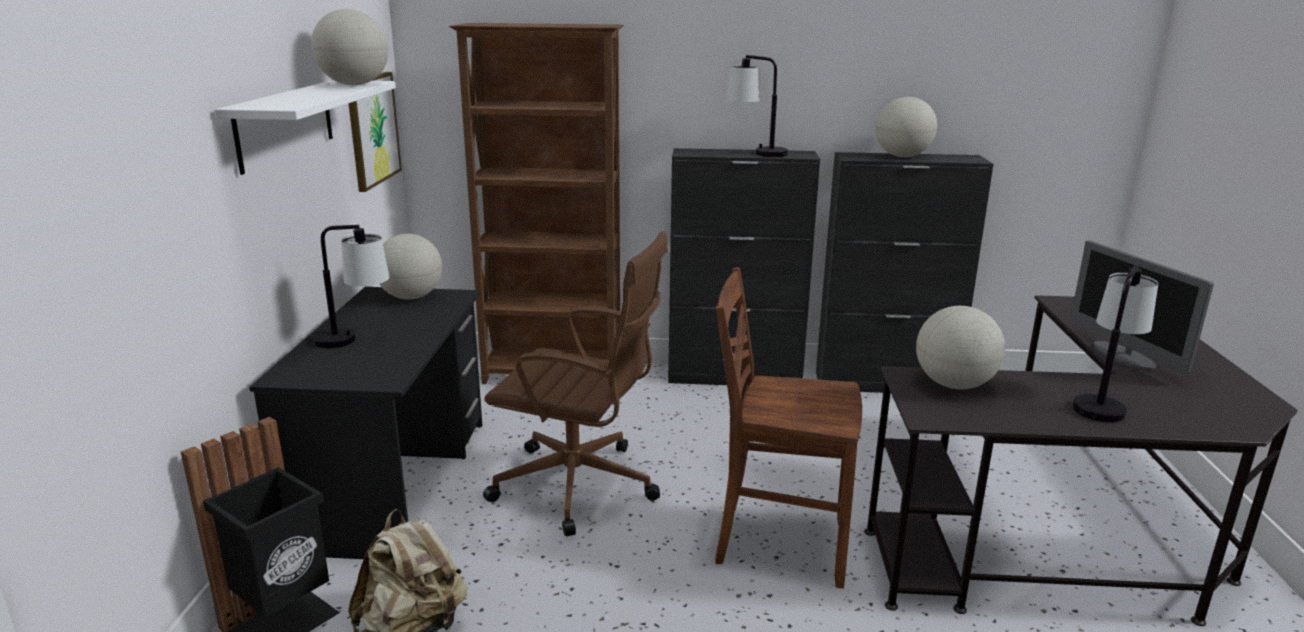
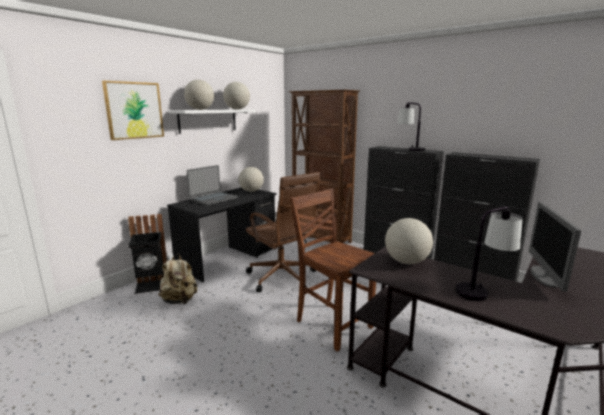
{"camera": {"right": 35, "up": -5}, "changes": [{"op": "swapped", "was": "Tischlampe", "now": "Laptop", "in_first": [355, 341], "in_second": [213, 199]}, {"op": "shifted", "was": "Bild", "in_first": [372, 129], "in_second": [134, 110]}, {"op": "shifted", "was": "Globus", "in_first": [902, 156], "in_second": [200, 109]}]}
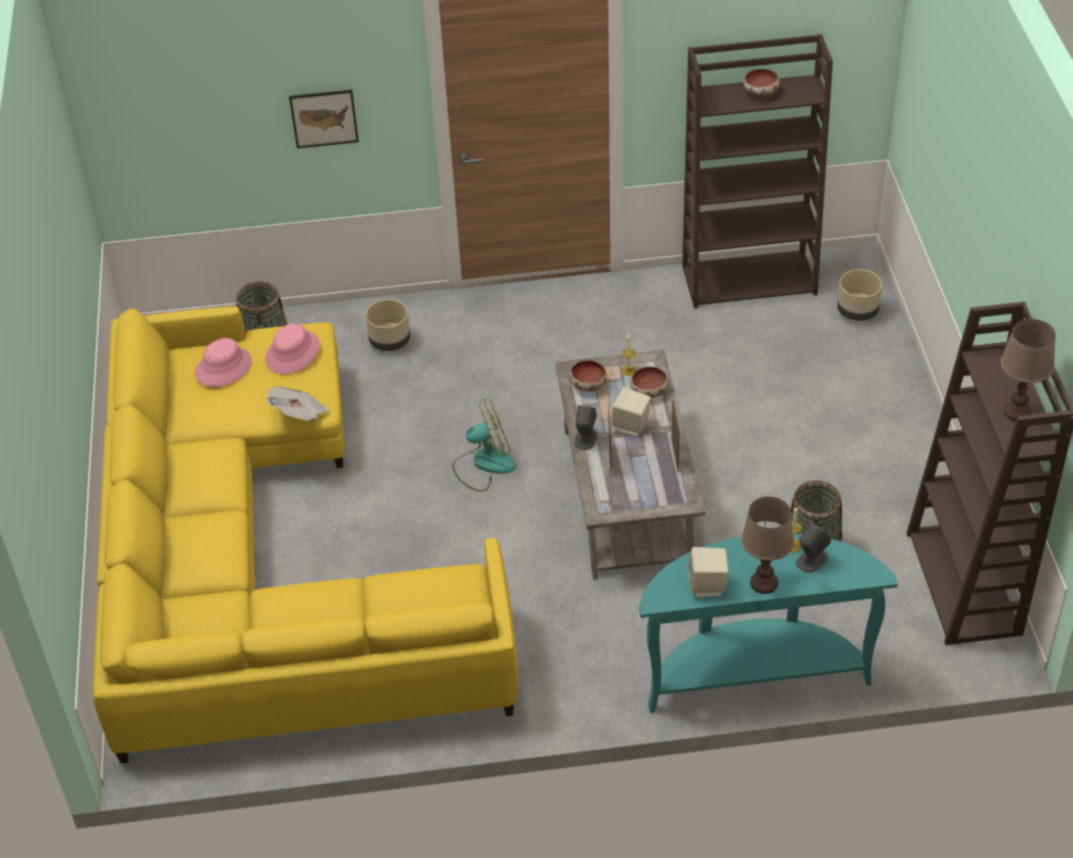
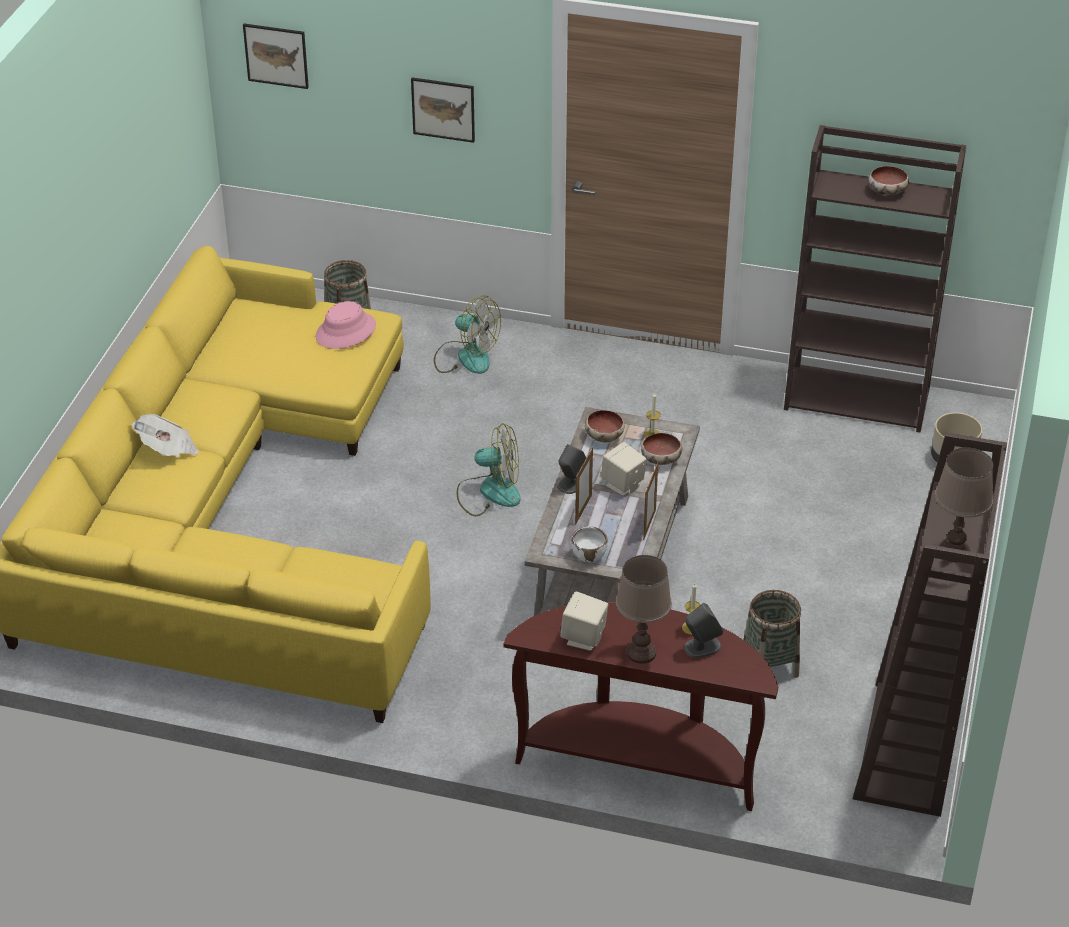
{"camera": {"right": 20, "up": -5}, "changes": [{"op": "gone", "was": "Hut (rosa)", "in_first": [223, 367]}, {"op": "shifted", "was": "Zeitung", "in_first": [299, 414], "in_second": [168, 449]}, {"op": "swapped", "was": "Pflanzkübel (beige)", "now": "Ventilator", "in_first": [390, 341], "in_second": [466, 357]}, {"op": "repainted", "was": "Konsolentisch (türkis)", "now": "Konsolentisch (braun)", "in_first": [754, 672], "in_second": [640, 761]}, {"op": "new", "now": "Bild", "in_second": [276, 55]}, {"op": "new", "now": "Schüssel (weiß)", "in_second": [589, 555]}]}
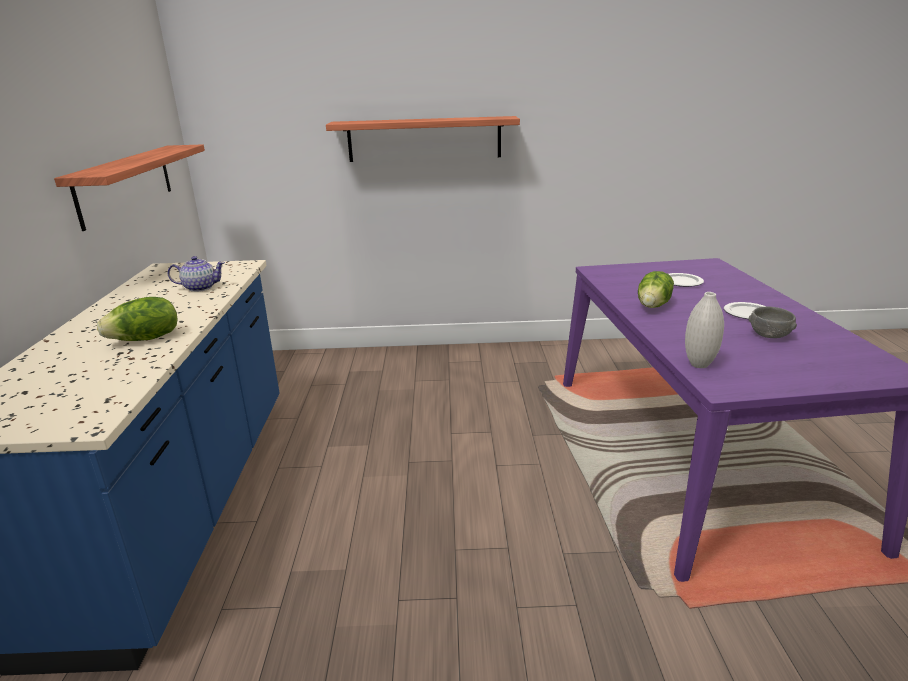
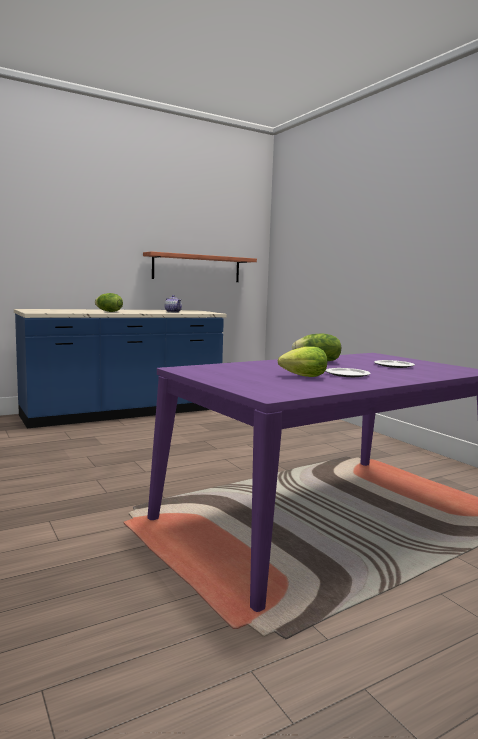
{"camera": {"right": 60, "up": -15}, "changes": [{"op": "gone", "was": "Wandregal", "in_first": [424, 139]}, {"op": "gone", "was": "Vase (weiß)", "in_first": [699, 364]}, {"op": "swapped", "was": "Schüssel (grau)", "now": "Salatkopf", "in_first": [769, 335], "in_second": [301, 376]}]}
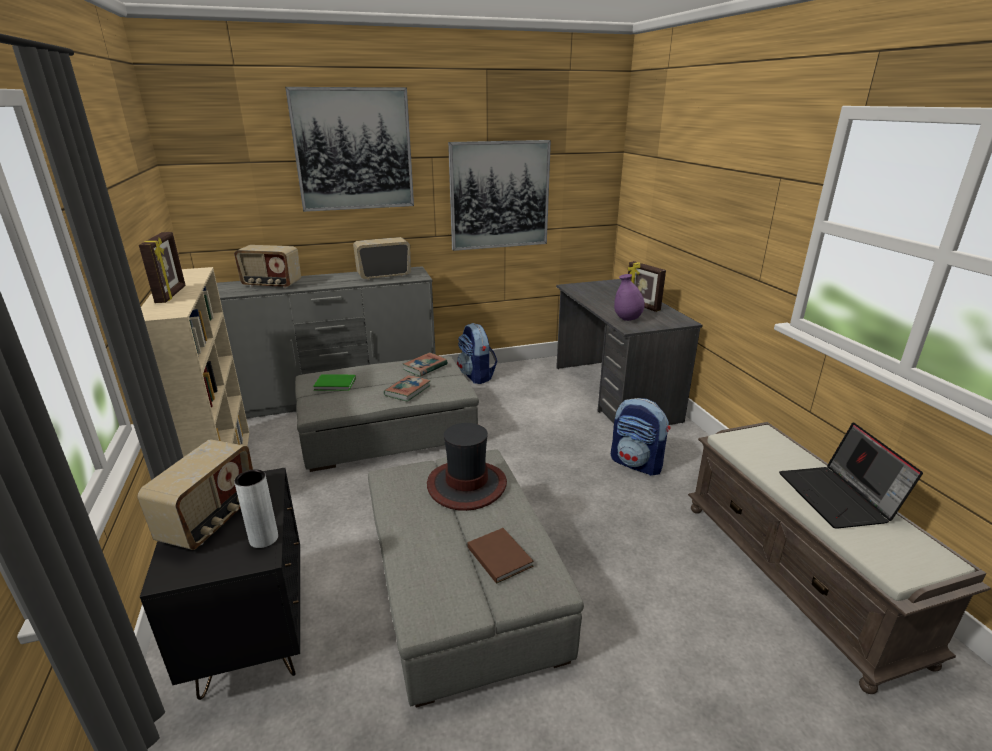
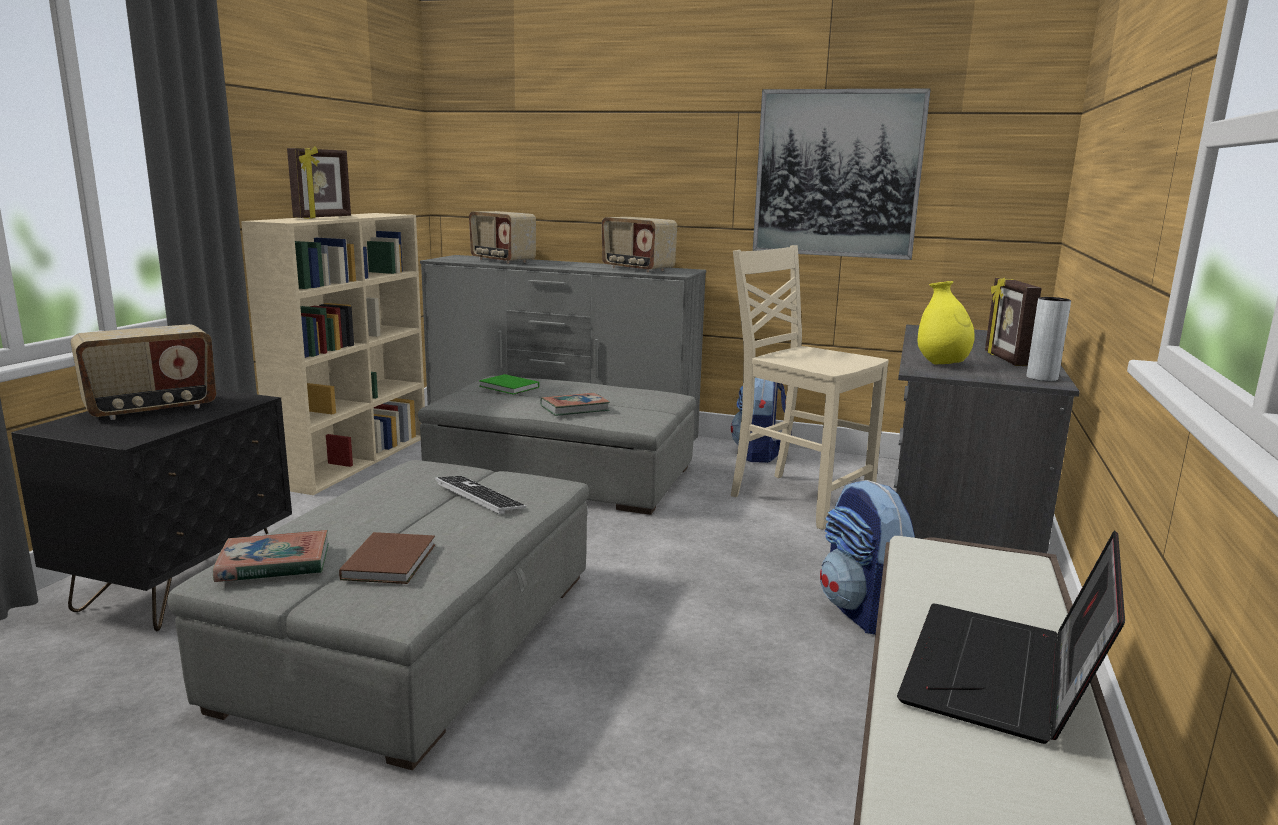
{"camera": {"right": 35, "up": -10}, "changes": [{"op": "shifted", "was": "Vase (grau)", "in_first": [263, 538], "in_second": [1042, 378]}, {"op": "gone", "was": "Bild", "in_first": [353, 150]}, {"op": "rotated", "was": "Radio", "in_first": [384, 276], "in_second": [637, 269], "clockwise": -150}, {"op": "shifted", "was": "Buch", "in_first": [425, 367], "in_second": [274, 564]}, {"op": "swapped", "was": "Hut", "now": "Tastatur", "in_first": [467, 485], "in_second": [479, 496]}, {"op": "repainted", "was": "Vase (lila)", "now": "Vase (gelb)", "in_first": [627, 319], "in_second": [942, 364]}, {"op": "new", "now": "Stuhl (beige)", "in_second": [798, 499]}]}
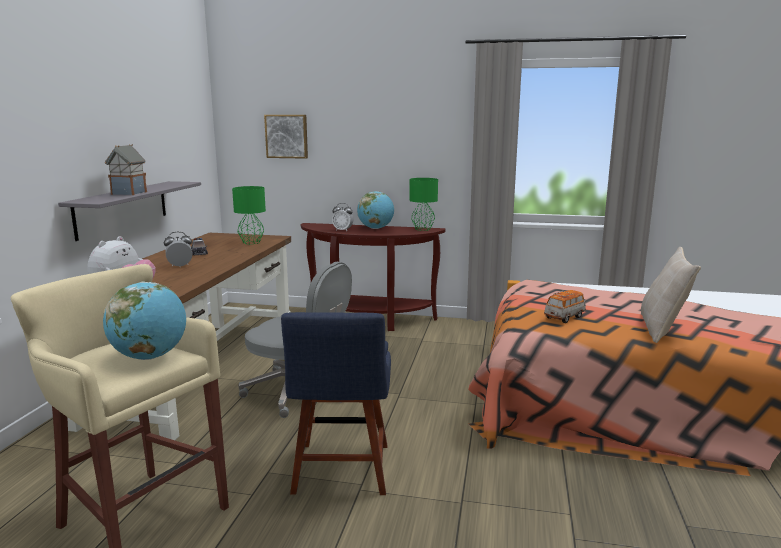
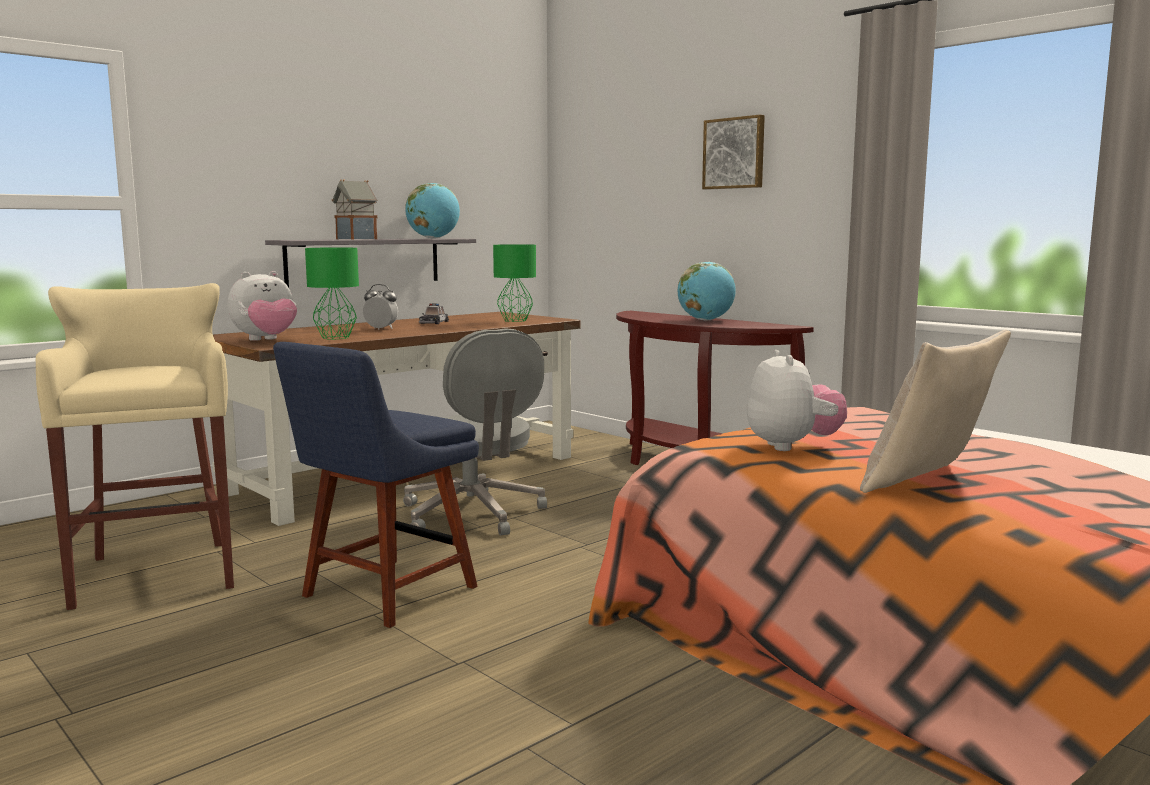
{"camera": {"right": 35, "up": -5}, "changes": [{"op": "shifted", "was": "Globus", "in_first": [150, 357], "in_second": [433, 238]}, {"op": "shifted", "was": "Bild", "in_first": [287, 136], "in_second": [735, 153]}, {"op": "gone", "was": "Wecker", "in_first": [343, 230]}, {"op": "shifted", "was": "Tischlampe (grün)", "in_first": [422, 229], "in_second": [335, 337]}, {"op": "swapped", "was": "Spielzeugauto", "now": "Plüschtier", "in_first": [564, 317], "in_second": [792, 446]}]}
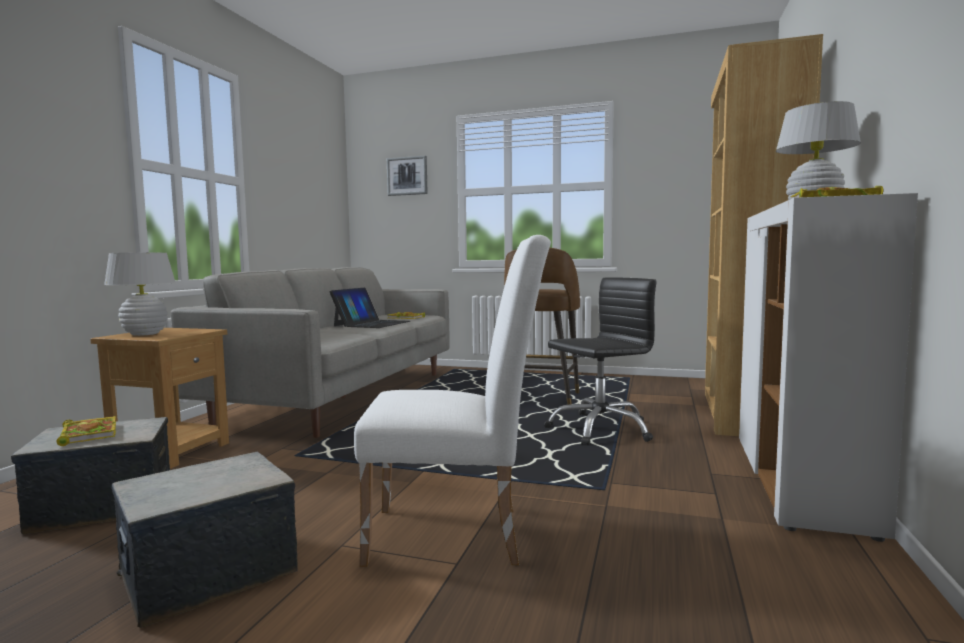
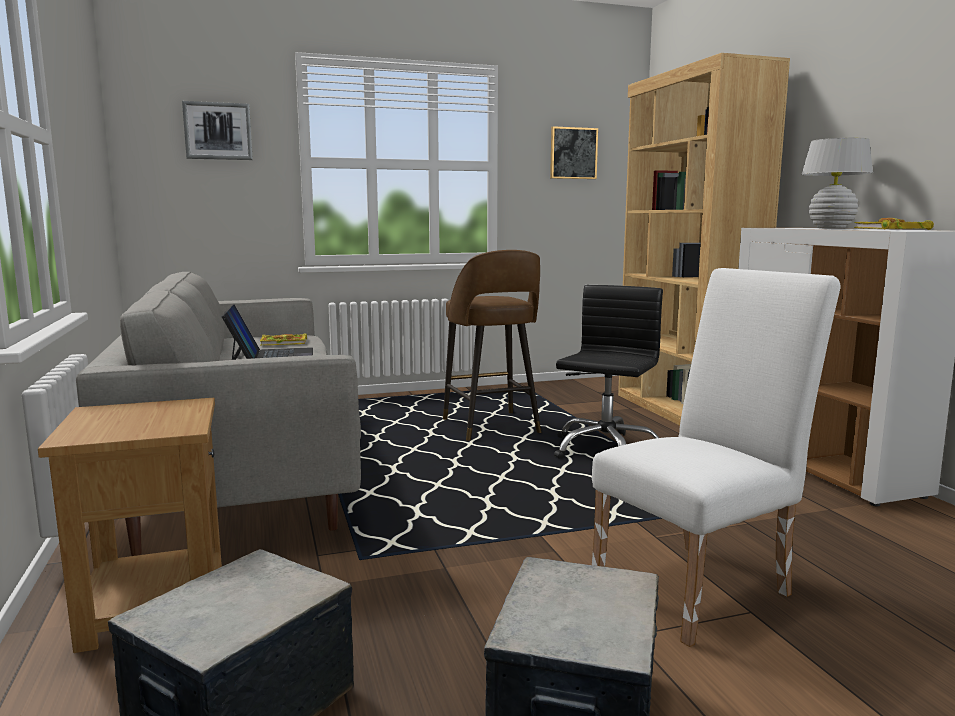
{"camera": {"right": -35, "up": 5}, "changes": [{"op": "gone", "was": "Buch", "in_first": [88, 434]}, {"op": "gone", "was": "Tischlampe (weiß)", "in_first": [145, 334]}, {"op": "new", "now": "Bild", "in_second": [573, 153]}]}
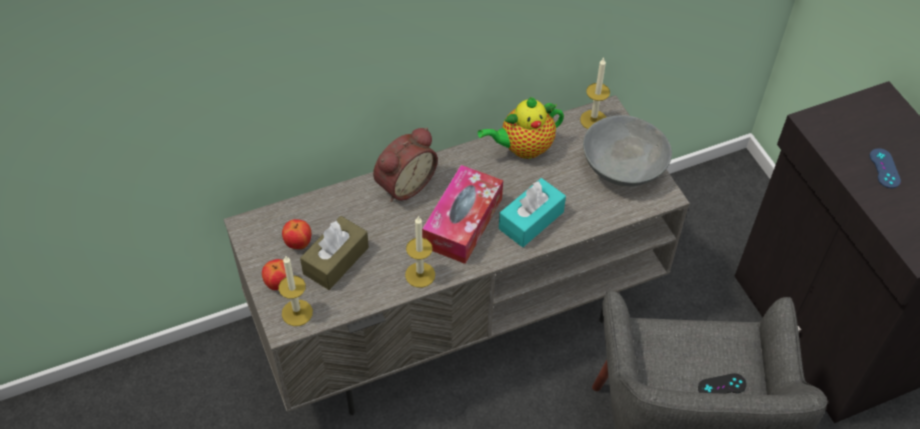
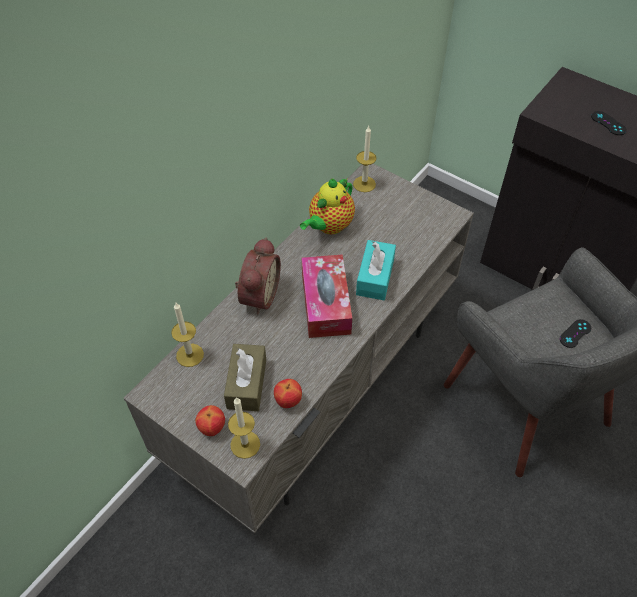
{"camera": {"right": -30, "up": 0}, "changes": [{"op": "shifted", "was": "Apfel", "in_first": [298, 244], "in_second": [288, 401]}, {"op": "shifted", "was": "Kerze", "in_first": [420, 275], "in_second": [190, 355]}, {"op": "gone", "was": "Schüssel (grau)", "in_first": [622, 168]}, {"op": "repainted", "was": "Gamepad (blau)", "now": "Gamepad (schwarz)", "in_first": [884, 168], "in_second": [608, 123]}]}
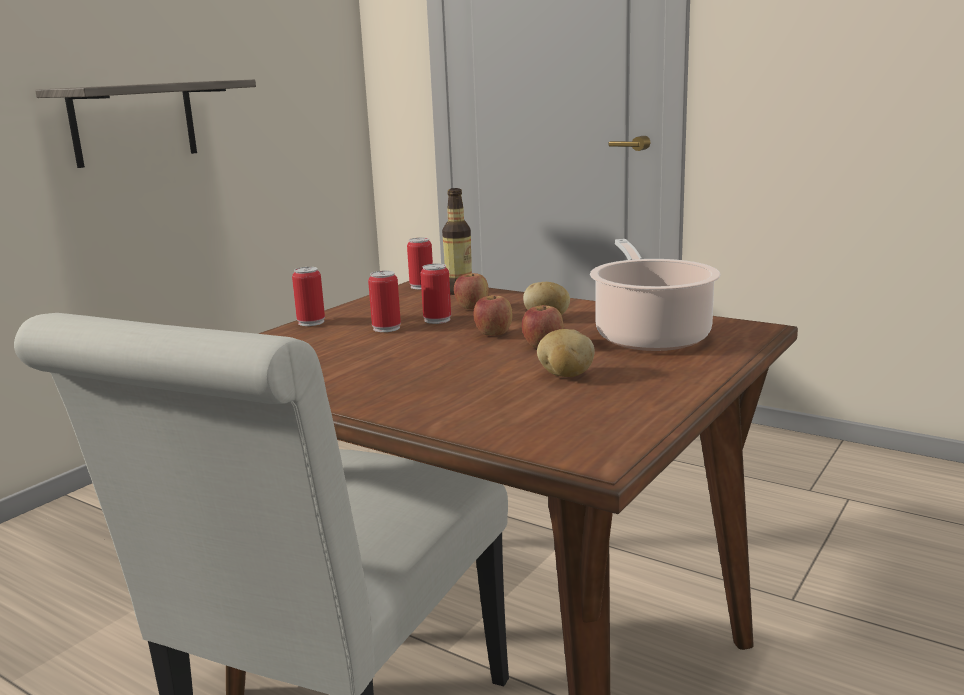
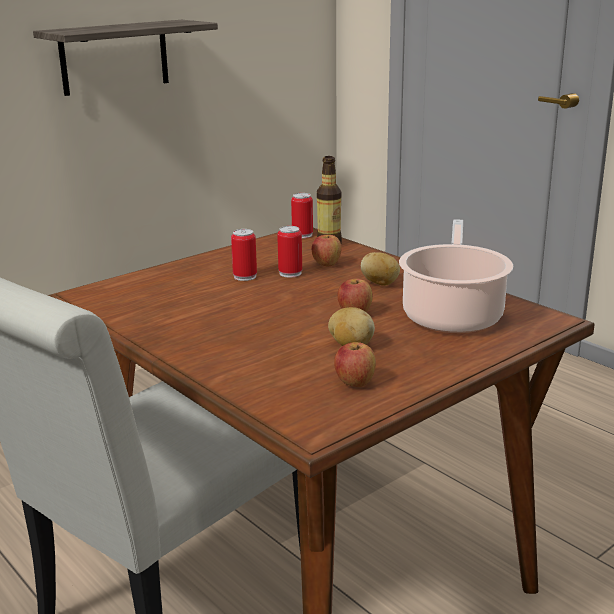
{"camera": {"right": 15, "up": 5}, "changes": [{"op": "gone", "was": "Dose", "in_first": [311, 322]}, {"op": "shifted", "was": "Apfel", "in_first": [493, 334], "in_second": [354, 383]}]}
